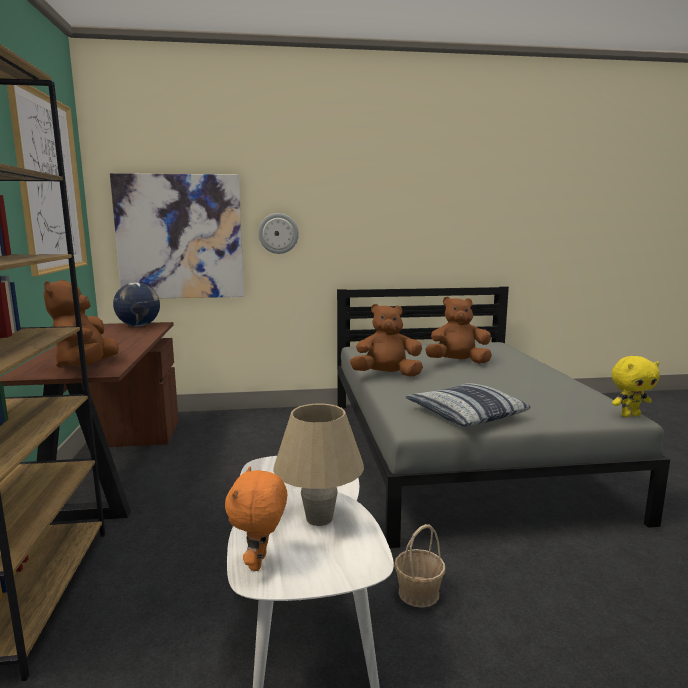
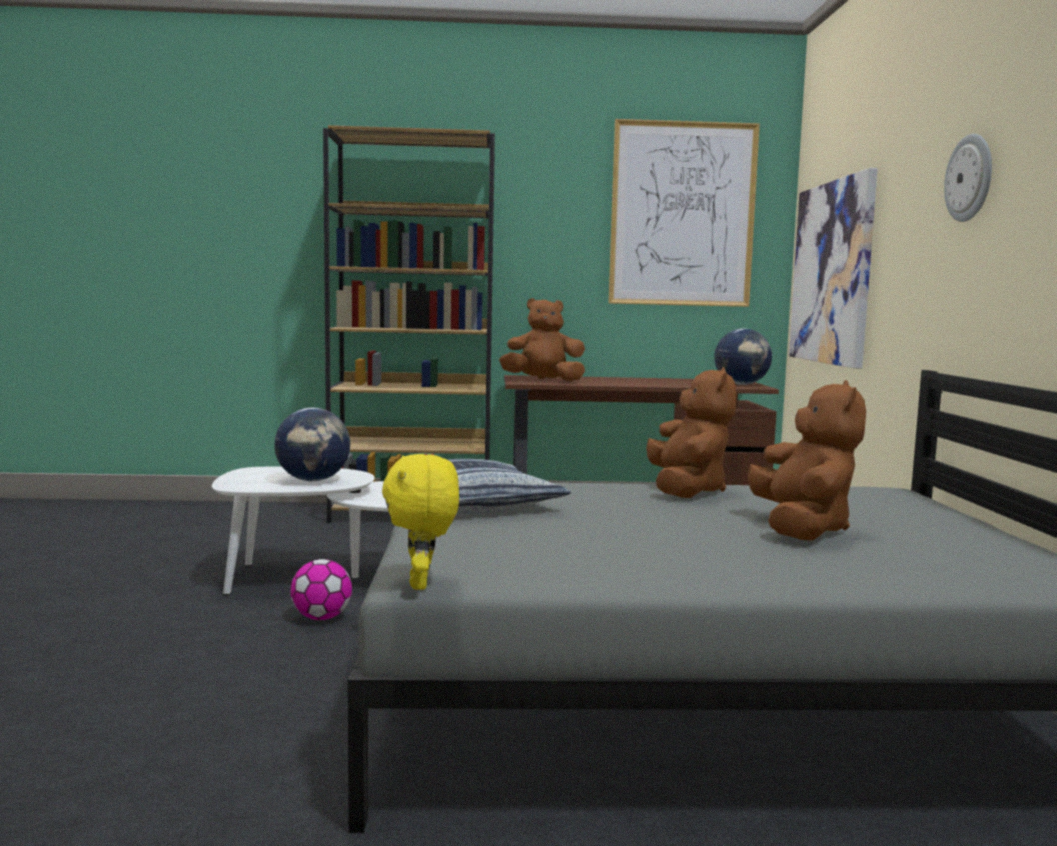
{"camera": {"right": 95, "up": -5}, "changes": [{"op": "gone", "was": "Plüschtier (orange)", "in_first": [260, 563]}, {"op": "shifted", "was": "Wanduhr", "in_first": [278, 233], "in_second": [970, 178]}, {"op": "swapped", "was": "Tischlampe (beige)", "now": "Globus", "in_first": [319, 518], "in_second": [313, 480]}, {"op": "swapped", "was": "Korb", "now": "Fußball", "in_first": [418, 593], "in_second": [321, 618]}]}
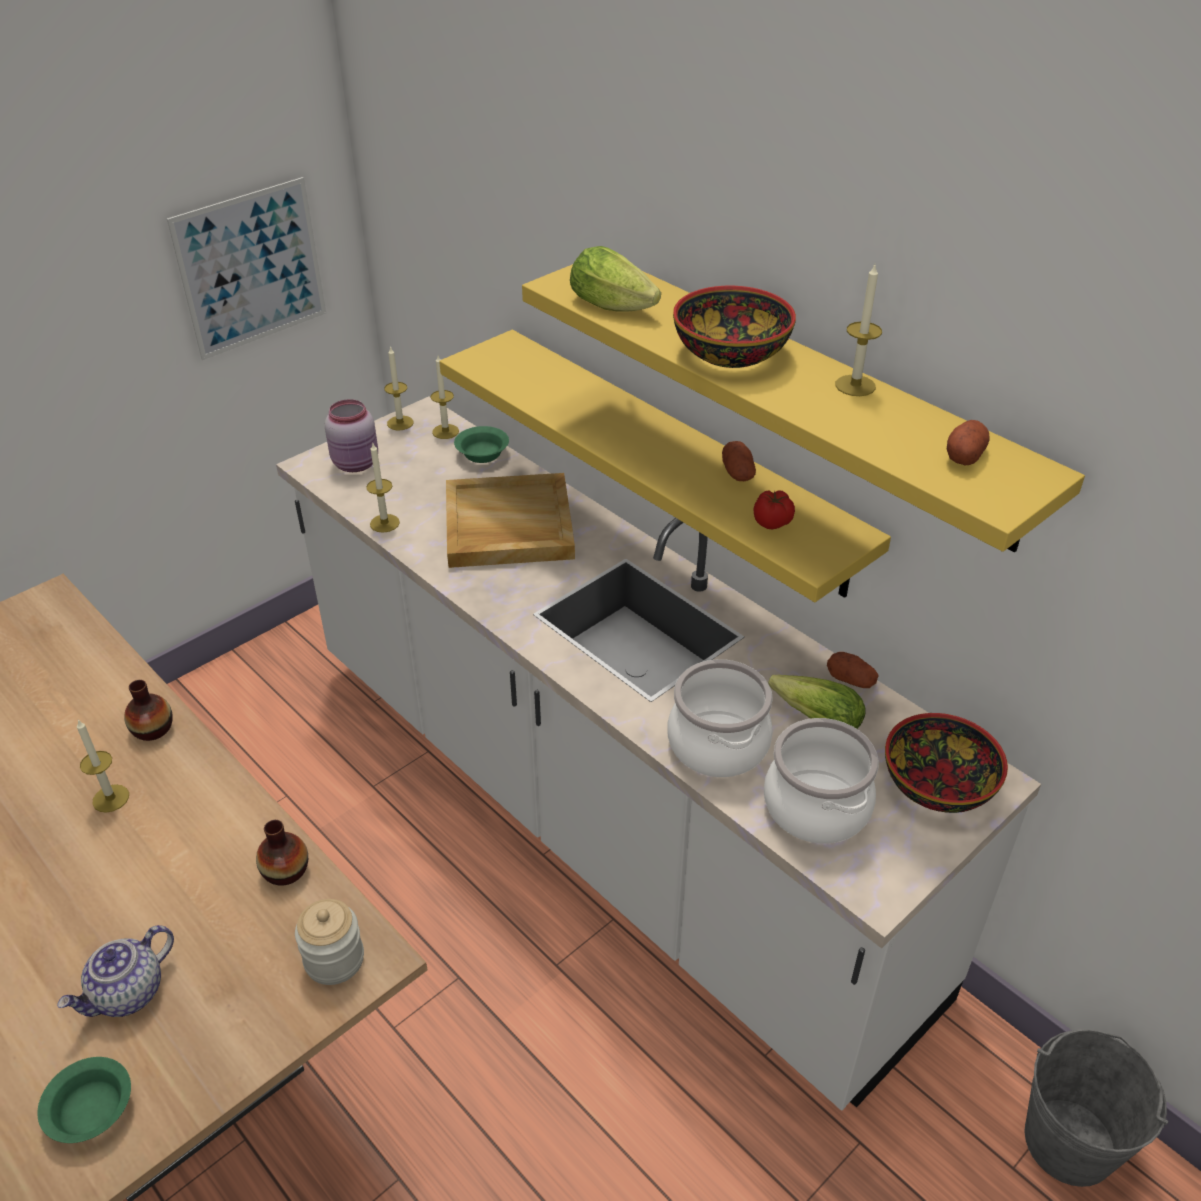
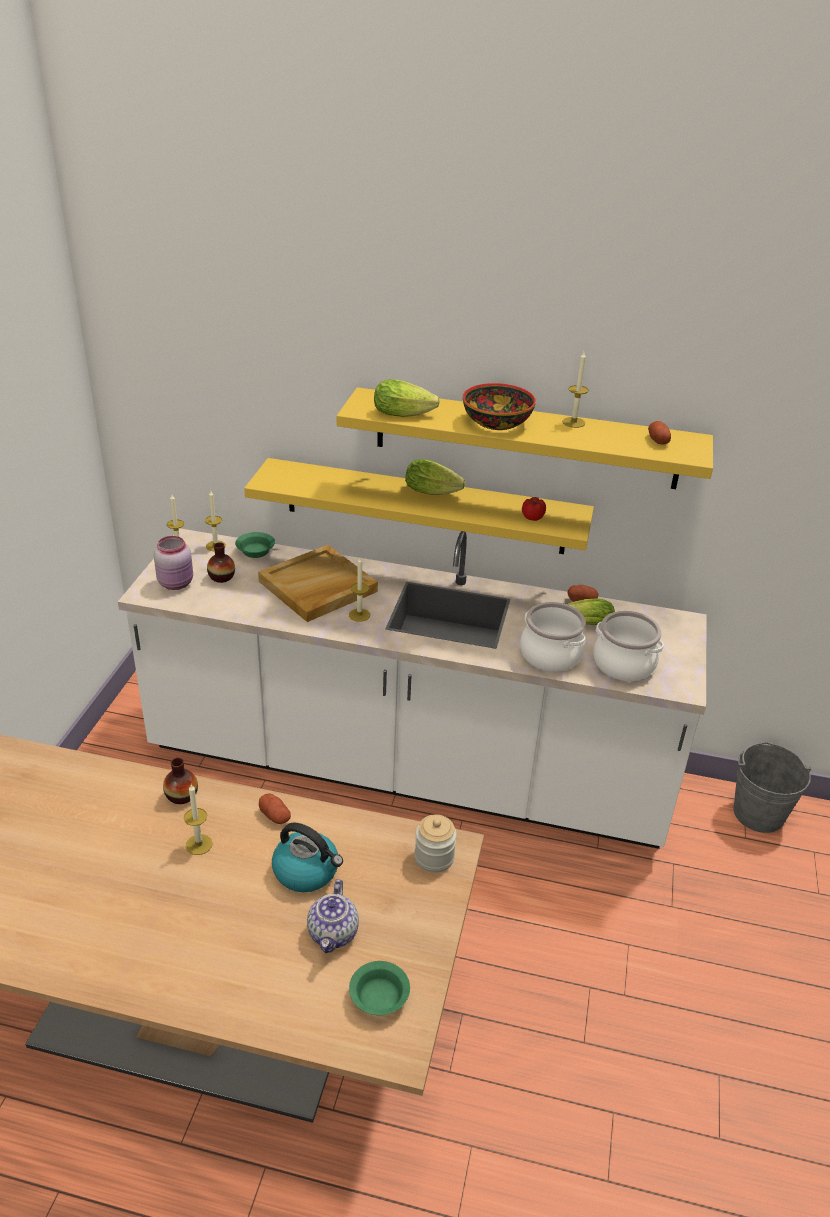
{"camera": {"right": -35, "up": -5}, "changes": [{"op": "gone", "was": "Bild", "in_first": [251, 269]}, {"op": "shifted", "was": "Vase", "in_first": [286, 870], "in_second": [221, 577]}, {"op": "shifted", "was": "Kerze", "in_first": [384, 523], "in_second": [359, 615]}, {"op": "shifted", "was": "Kartoffel", "in_first": [738, 473], "in_second": [275, 815]}, {"op": "gone", "was": "Schüssel", "in_first": [939, 784]}, {"op": "new", "now": "Wasserkessel", "in_second": [307, 871]}, {"op": "new", "now": "Salatkopf", "in_second": [435, 492]}]}
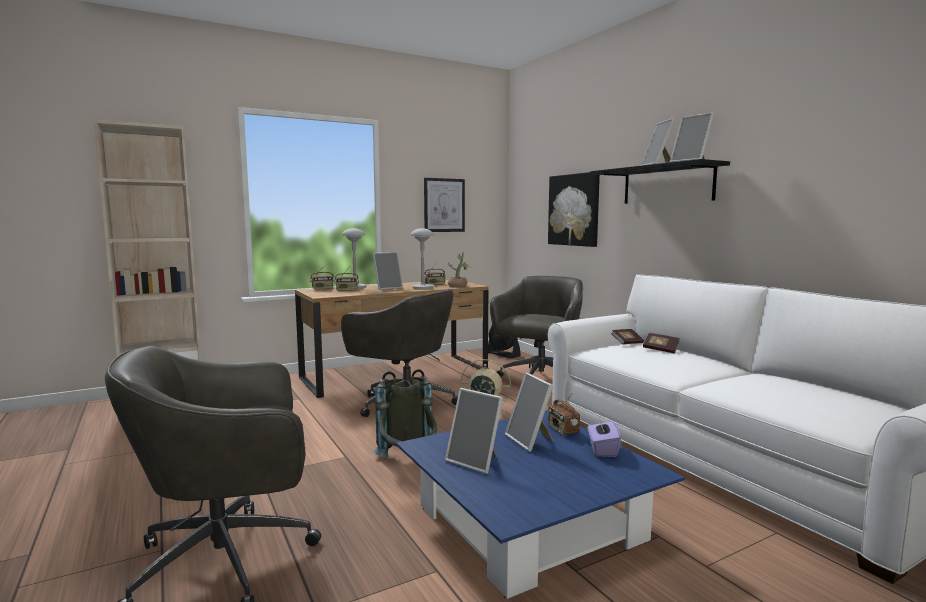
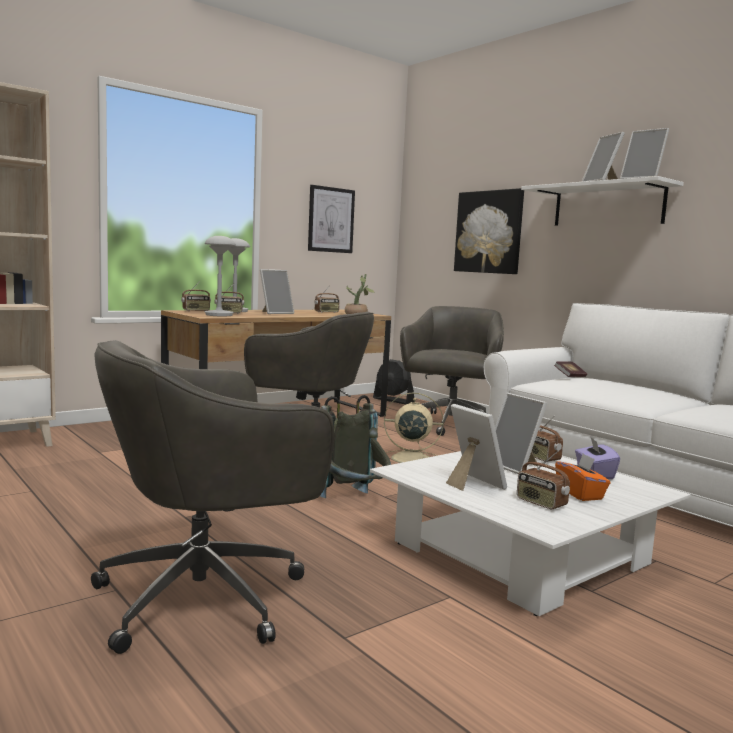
{"camera": {"right": -10, "up": 0}, "changes": [{"op": "repainted", "was": "Couchtisch (blau)", "now": "Couchtisch (weiß)", "in_first": [530, 523], "in_second": [522, 553]}, {"op": "shifted", "was": "Tischlampe (grau)", "in_first": [422, 287], "in_second": [218, 315]}, {"op": "rotated", "was": "Bilderrahmen", "in_first": [476, 461], "in_second": [472, 483], "clockwise": -150}, {"op": "repainted", "was": "Wandregal (schwarz)", "now": "Wandregal (weiß)", "in_first": [667, 184], "in_second": [608, 205]}, {"op": "gone", "was": "Buch", "in_first": [660, 350]}, {"op": "new", "now": "Radio", "in_second": [540, 503]}, {"op": "new", "now": "Taschentuchbox (orange)", "in_second": [580, 494]}]}
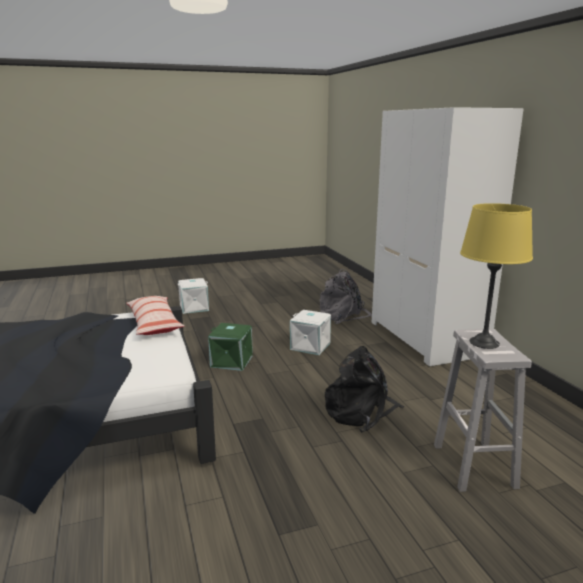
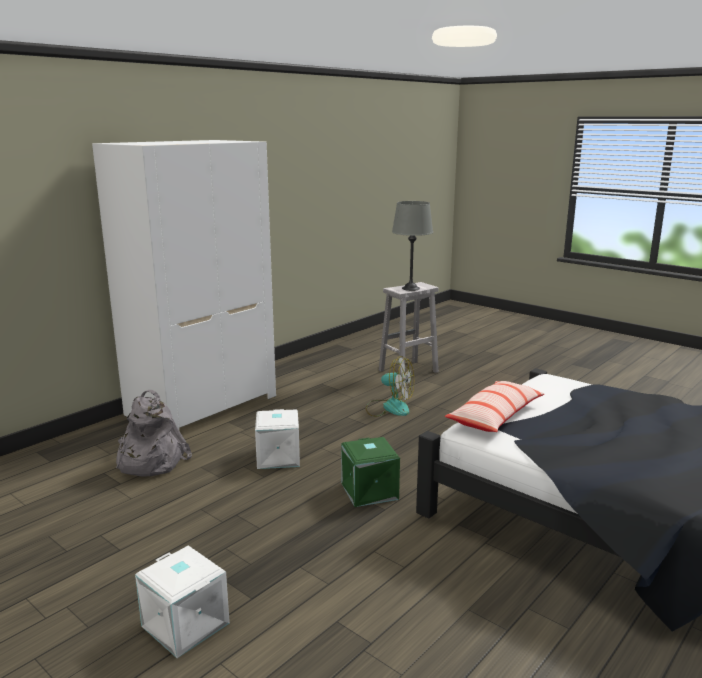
{"camera": {"right": -120, "up": 0}, "changes": [{"op": "swapped", "was": "Rucksack (schwarz)", "now": "Ventilator", "in_first": [361, 412], "in_second": [389, 407]}, {"op": "repainted", "was": "Tischlampe (gelb)", "now": "Tischlampe (grau)", "in_first": [484, 343], "in_second": [411, 288]}]}
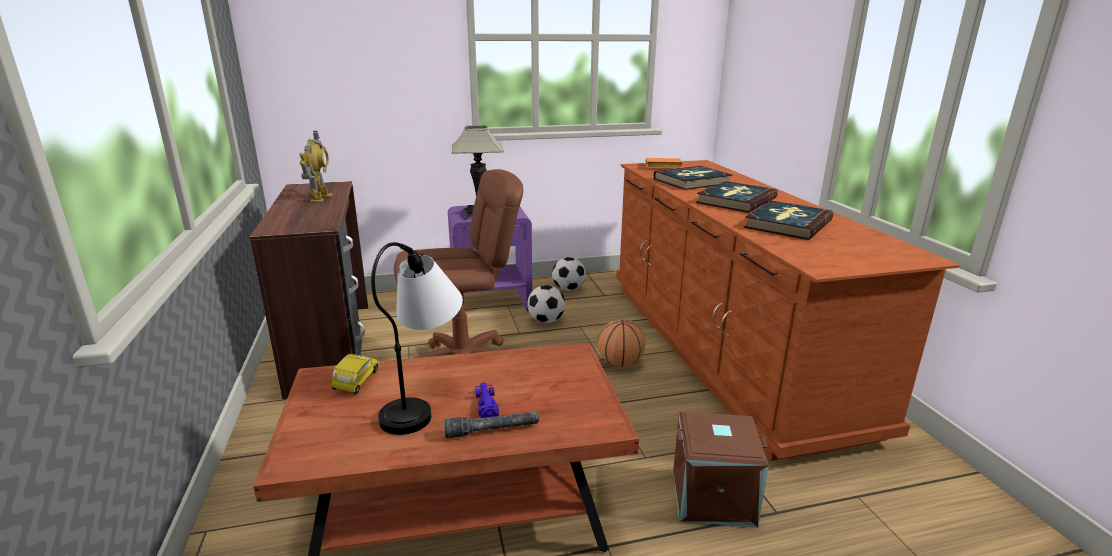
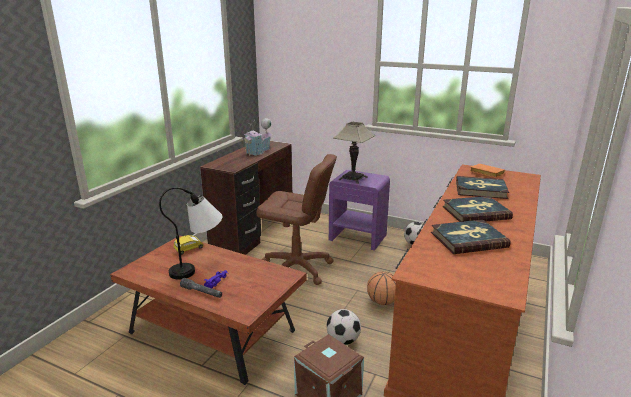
{"camera": {"right": 40, "up": 0}, "changes": [{"op": "swapped", "was": "Spielzeugroboter", "now": "Spielzeughaus", "in_first": [320, 198], "in_second": [259, 151]}, {"op": "shifted", "was": "Fußball", "in_first": [546, 321], "in_second": [343, 340]}]}
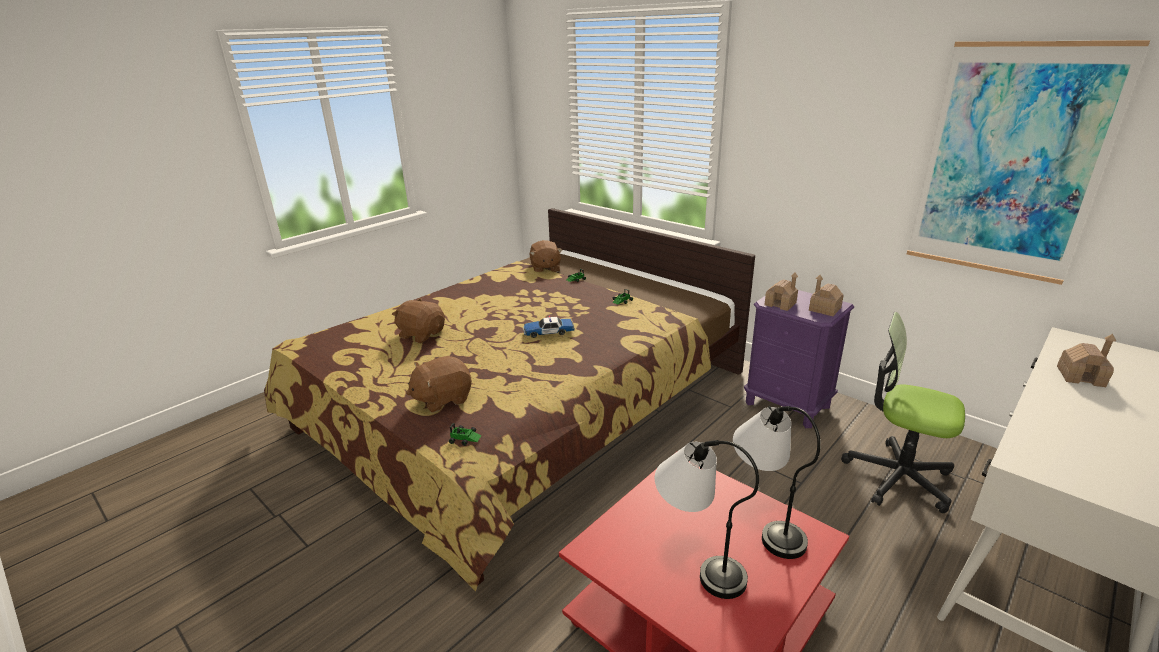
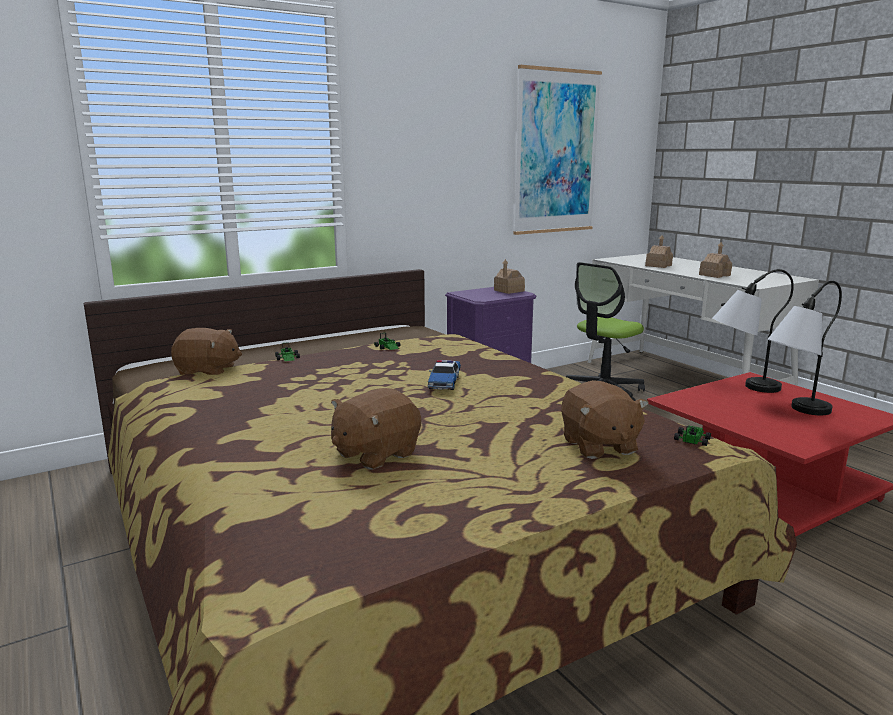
{"camera": {"right": -75, "up": -10}, "changes": [{"op": "shifted", "was": "Spielzeughaus", "in_first": [780, 304], "in_second": [714, 275]}]}
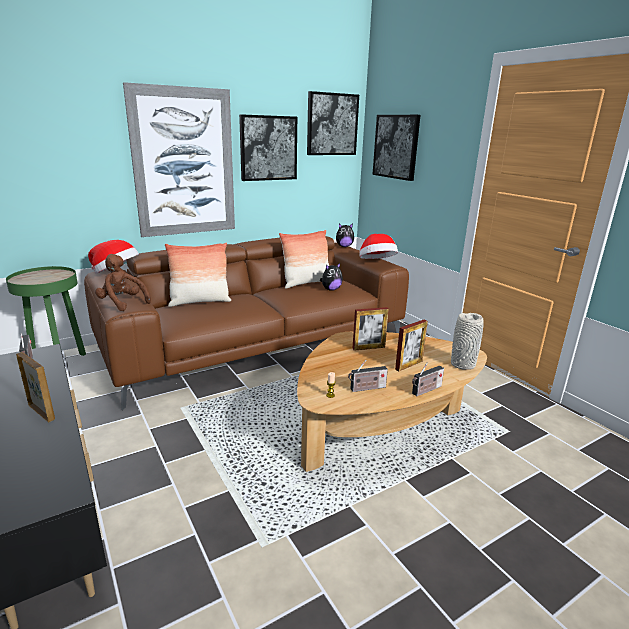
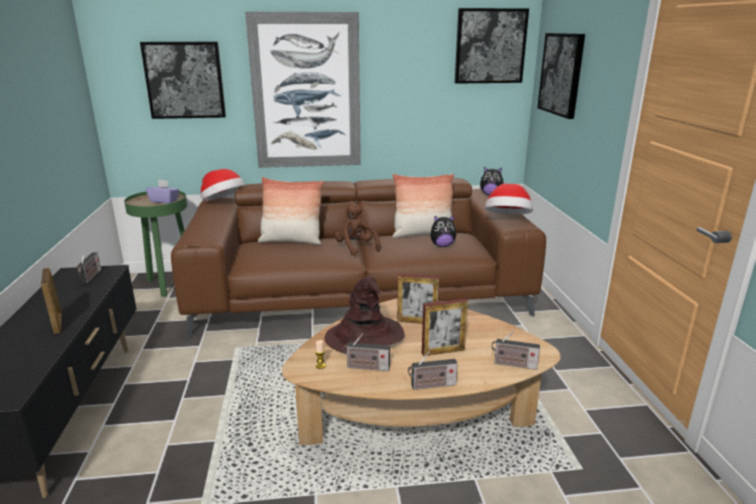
{"camera": {"right": 25, "up": 0}, "changes": [{"op": "shifted", "was": "Plüschtier (braun)", "in_first": [122, 303], "in_second": [356, 248]}, {"op": "shifted", "was": "Bild", "in_first": [268, 148], "in_second": [185, 80]}, {"op": "swapped", "was": "Vase (grau)", "now": "Radio", "in_first": [463, 364], "in_second": [513, 364]}, {"op": "new", "now": "Taschentuchbox (lila)", "in_second": [164, 201]}, {"op": "new", "now": "Hut (braun)", "in_second": [365, 336]}]}
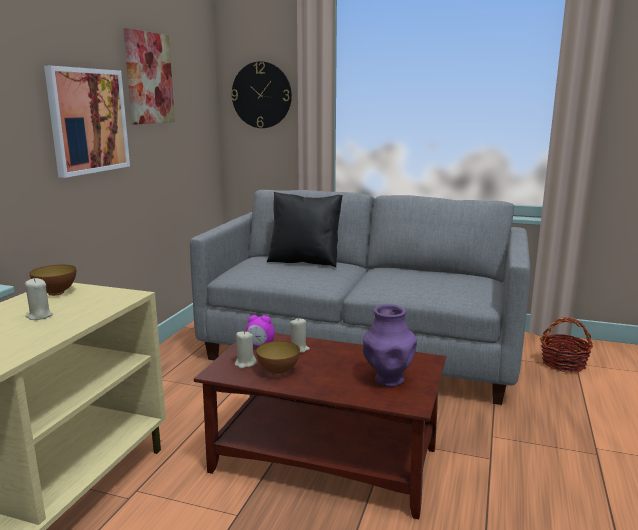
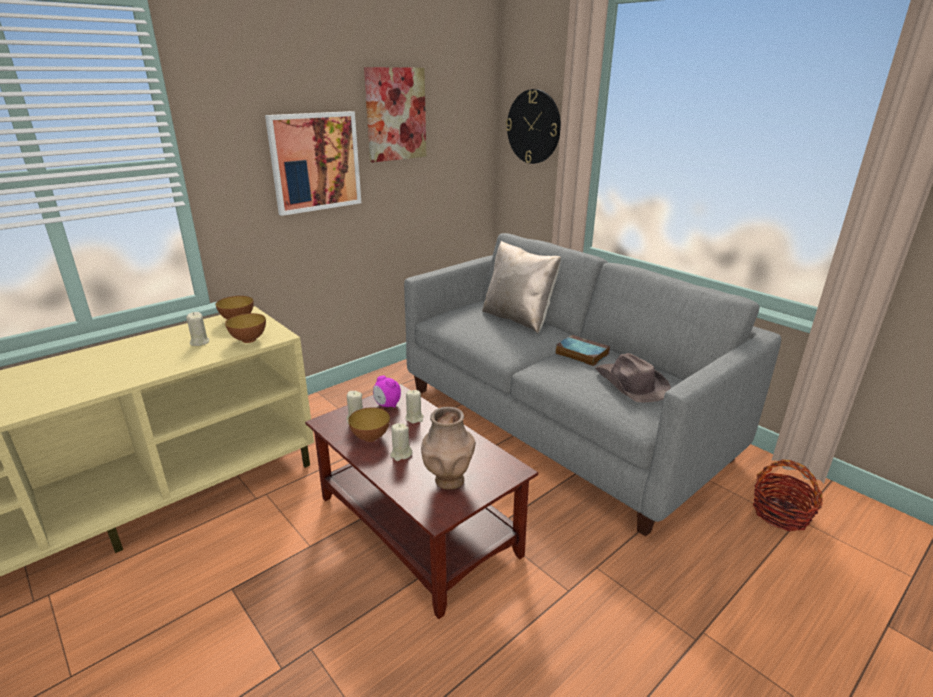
{"camera": {"right": 30, "up": 10}, "changes": [{"op": "repainted", "was": "Kissen (schwarz)", "now": "Kissen (beige)", "in_first": [305, 261], "in_second": [518, 318]}, {"op": "repainted", "was": "Vase (lila)", "now": "Vase (braun)", "in_first": [388, 380], "in_second": [448, 480]}, {"op": "new", "now": "Schüssel", "in_second": [249, 340]}, {"op": "new", "now": "Kerze (beige)", "in_second": [401, 454]}, {"op": "new", "now": "Buch", "in_second": [580, 353]}, {"op": "new", "now": "Hut (braun)", "in_second": [630, 384]}]}
